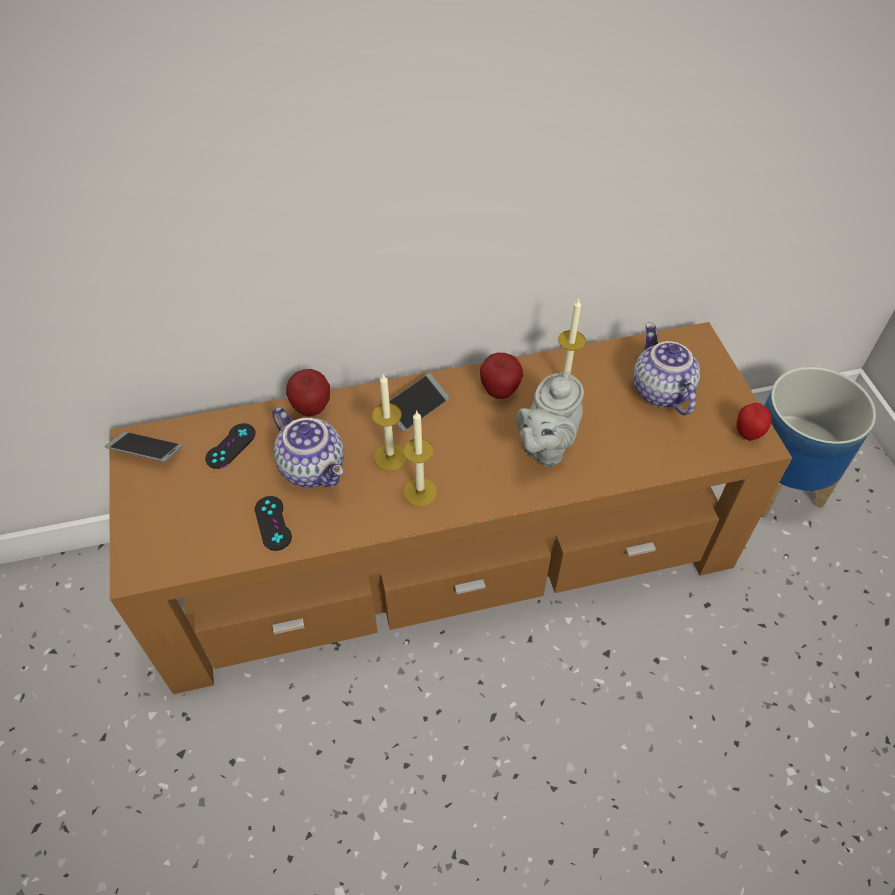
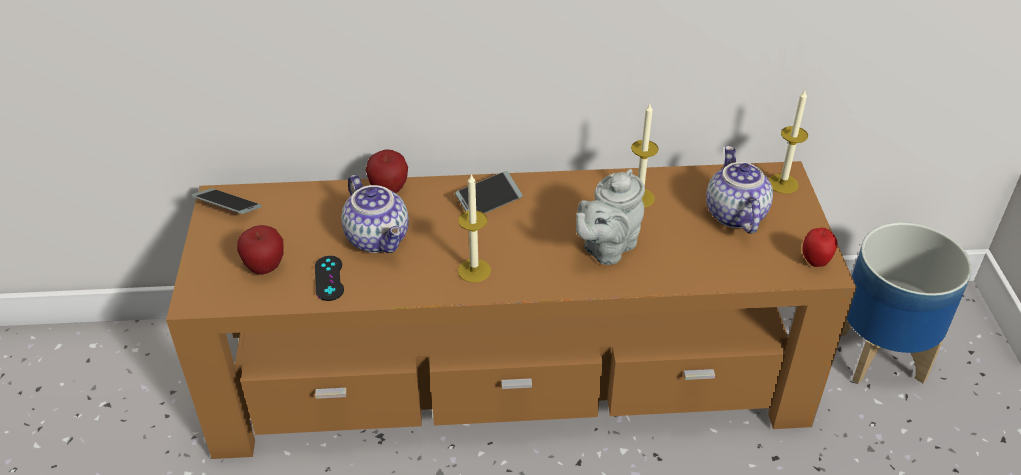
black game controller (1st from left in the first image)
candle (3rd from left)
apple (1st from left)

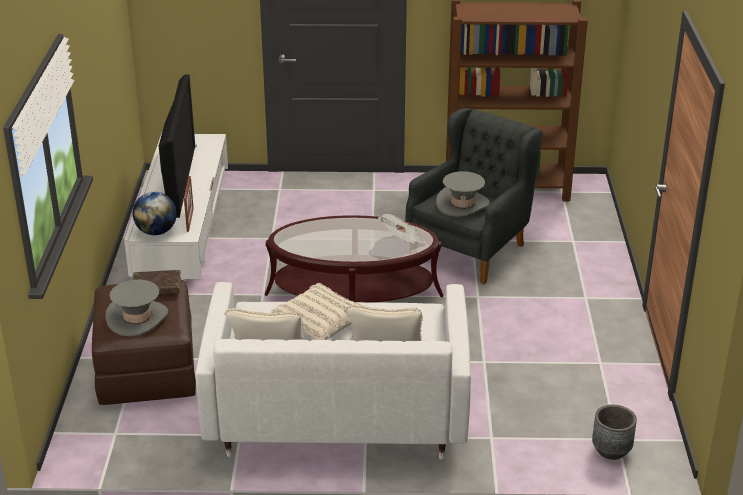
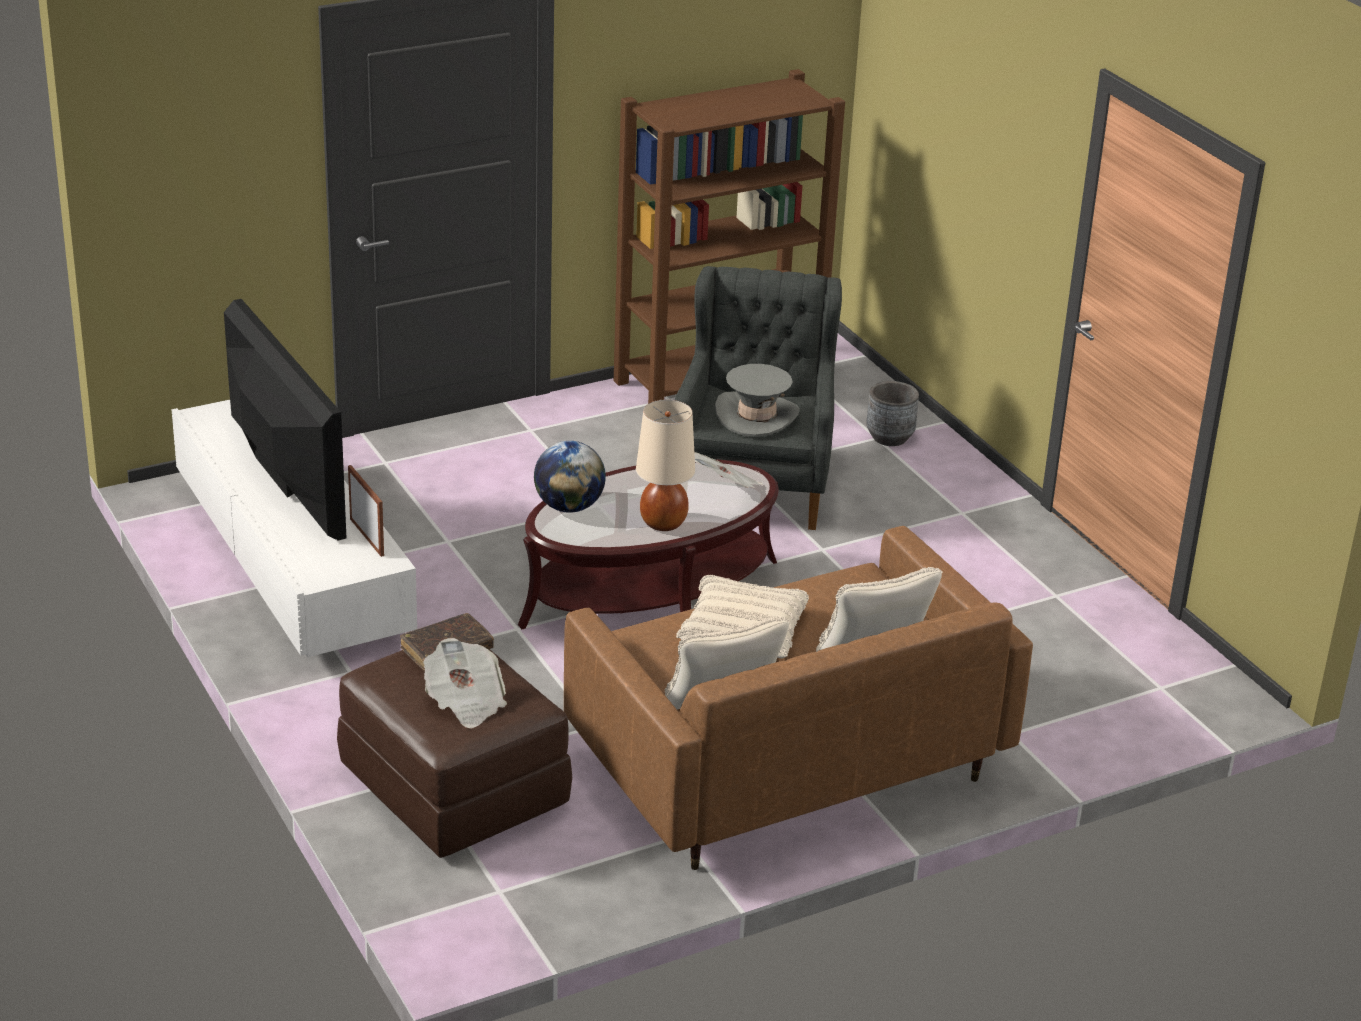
newspaper (1st from left)
globe
brown sofa
grey planter
beige table lamp

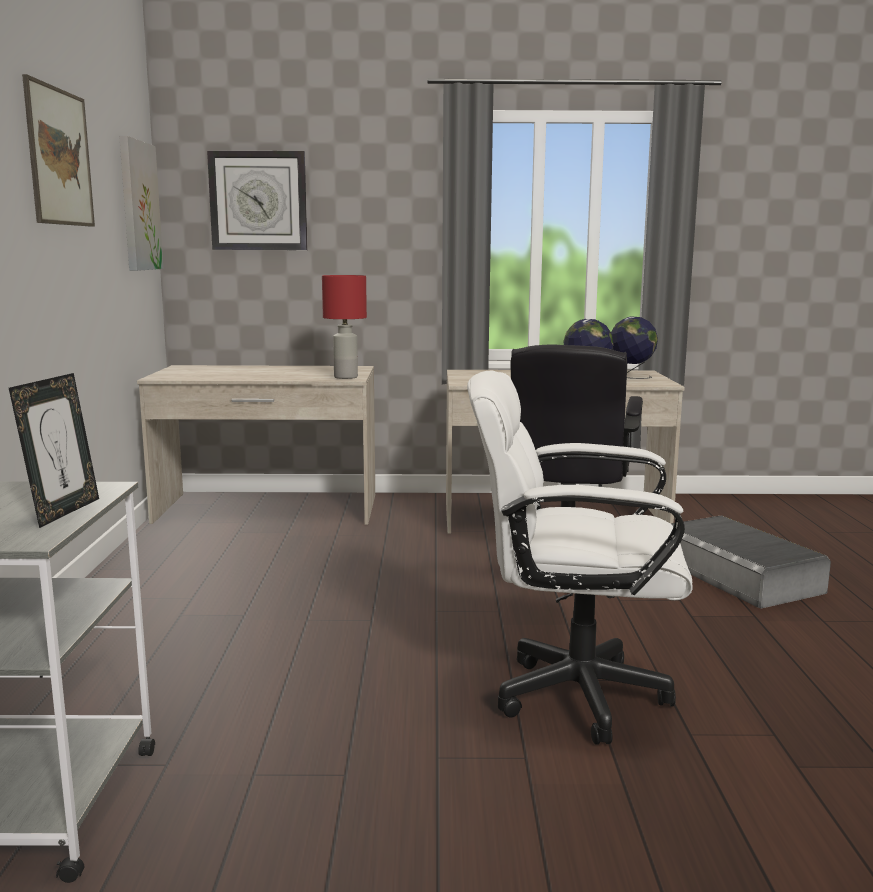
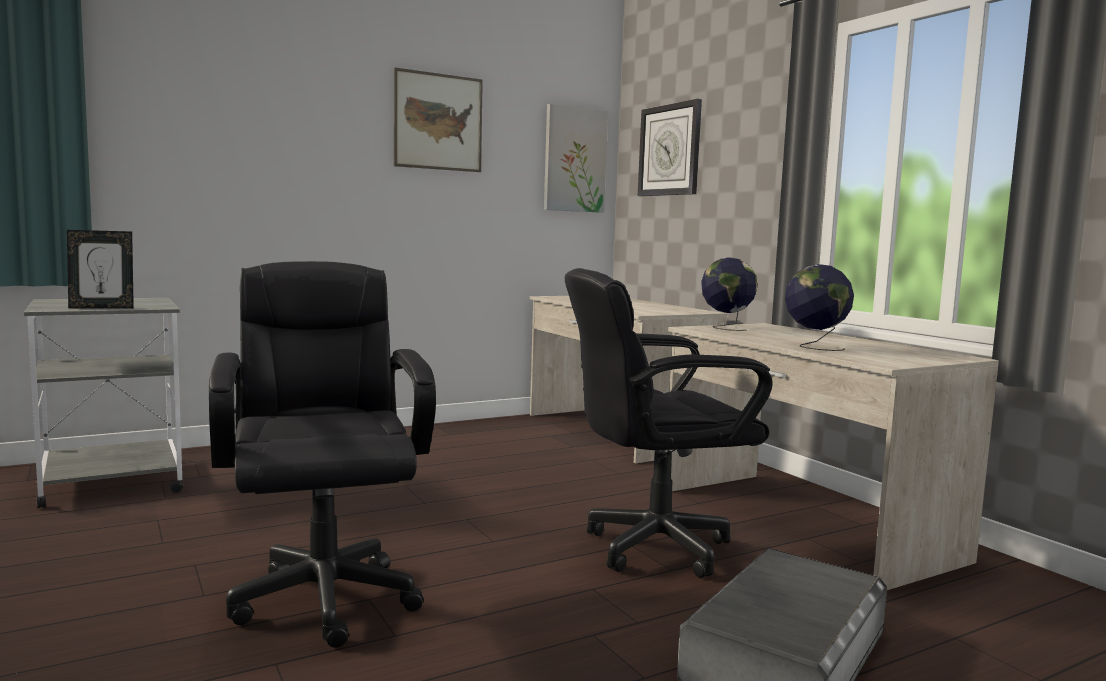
red table lamp
black office chair (1st from left)
globe (1st from left)

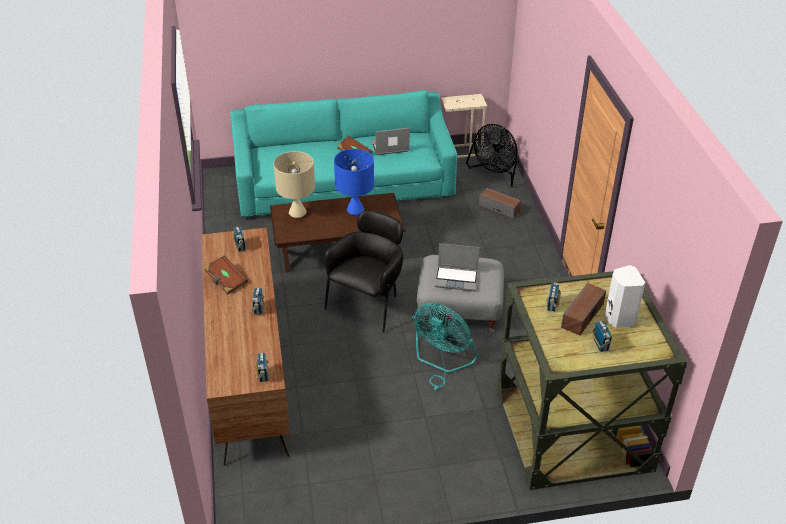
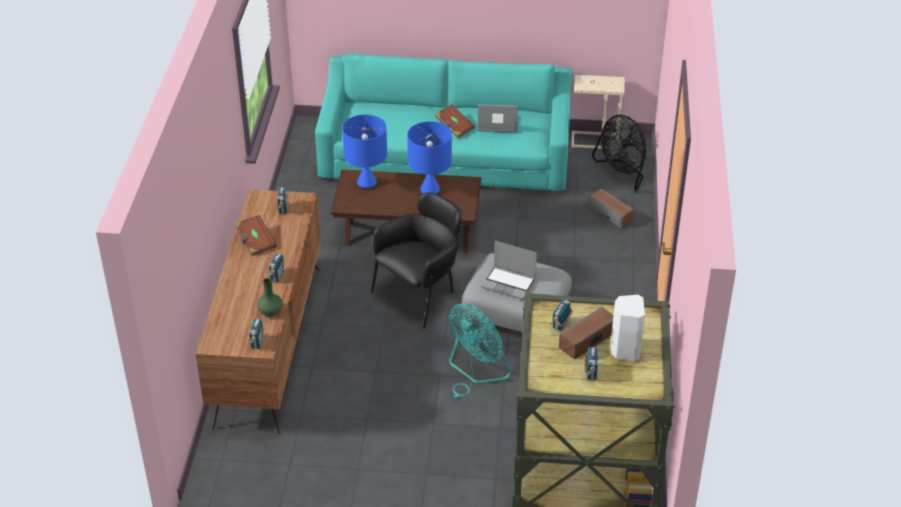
blue table lamp (1st from left)
green vase

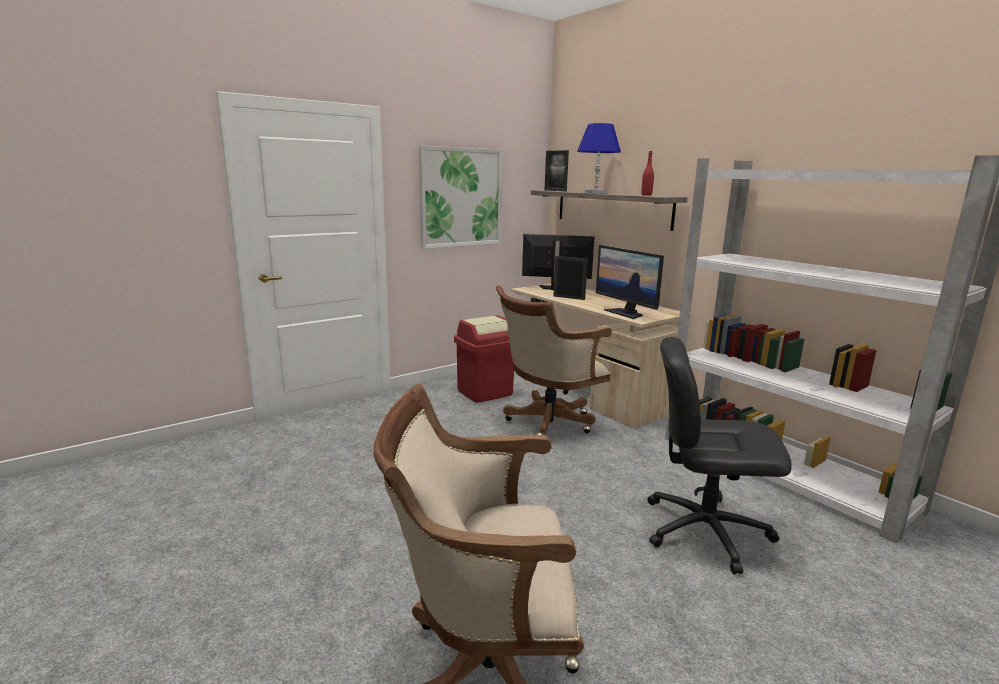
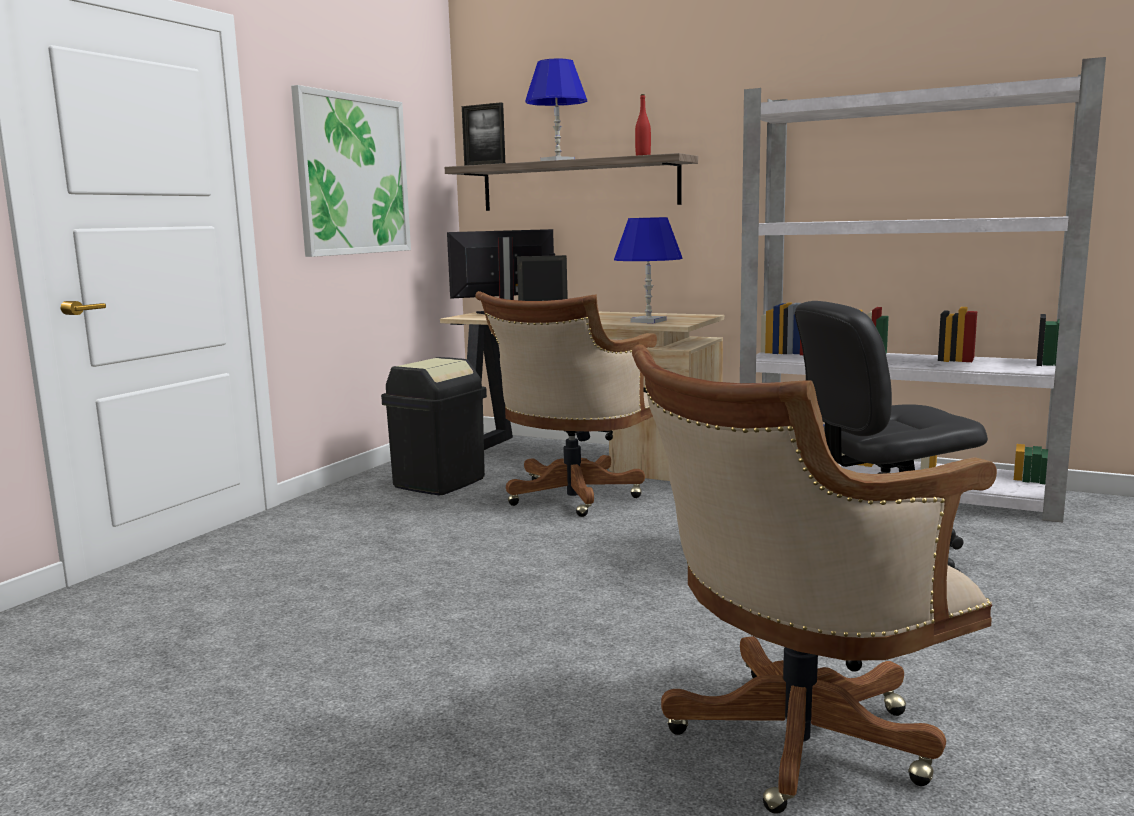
black trash can
blue table lamp (2nd from left)

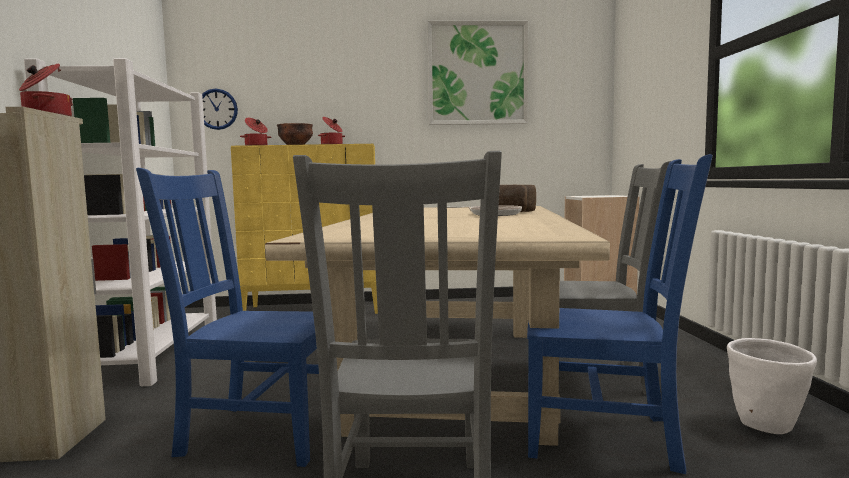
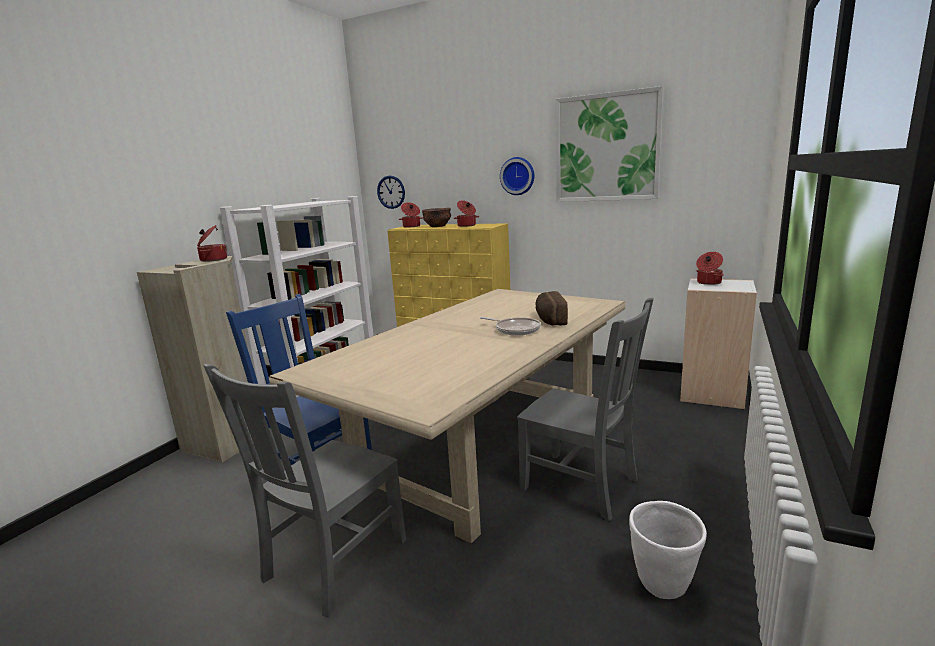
blue chair (2nd from left in the first image)
wall clock (2nd from left)
cooking pot (4th from left)

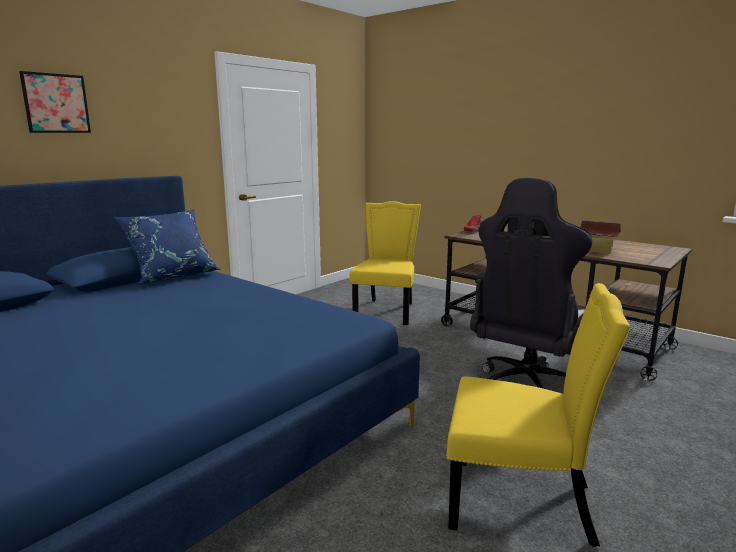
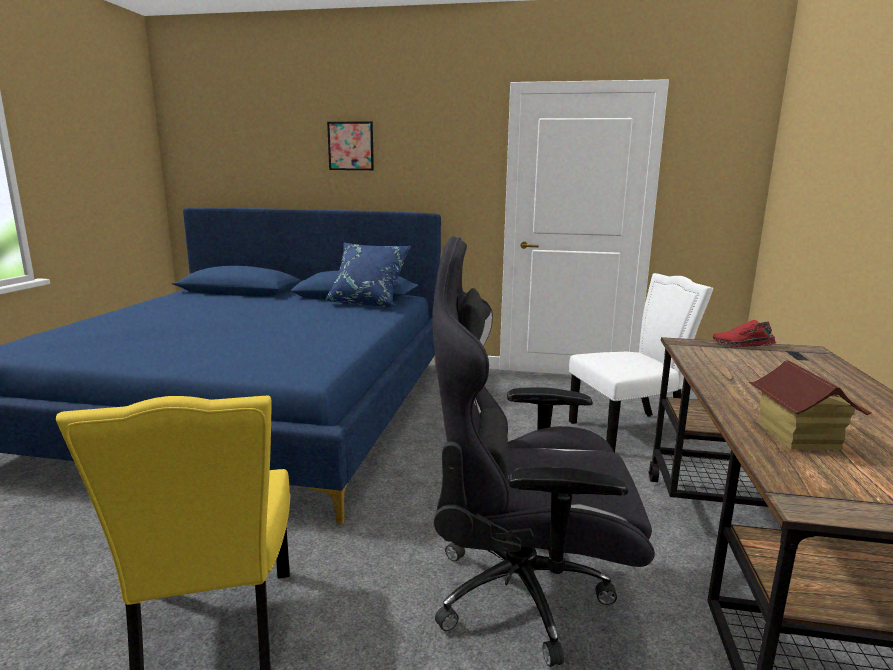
white chair

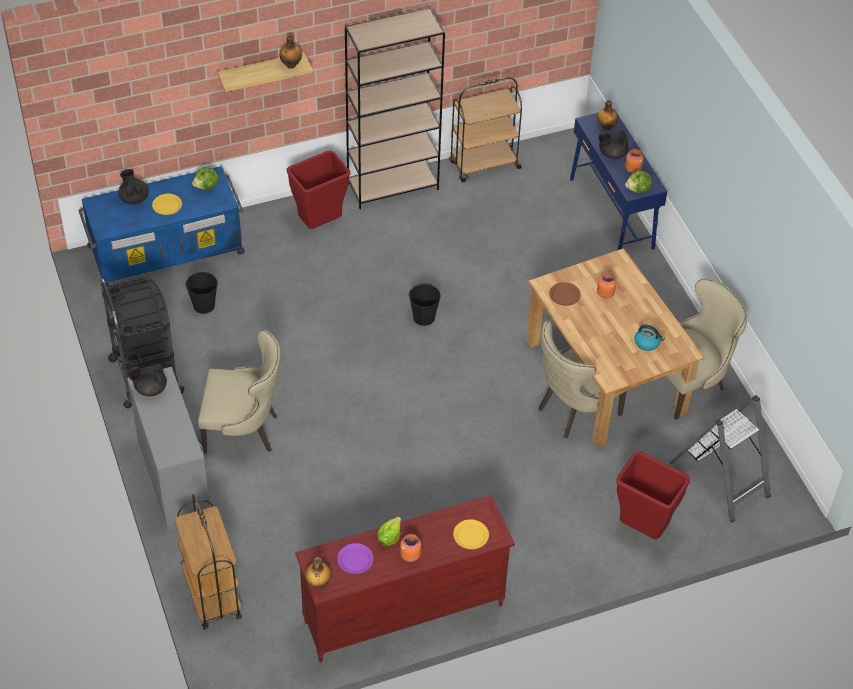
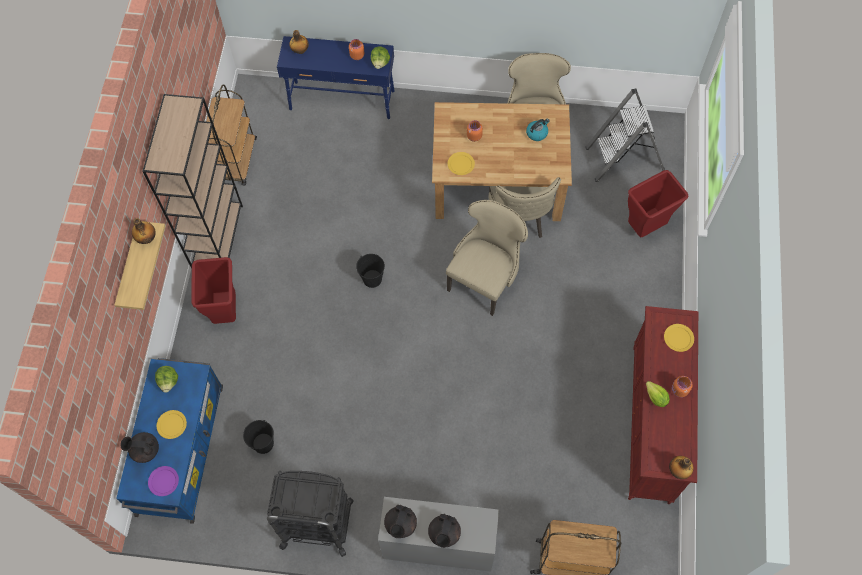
beige chair (1st from left)
purple plate
yellow plate (2nd from left)
black teapot (3rd from left)

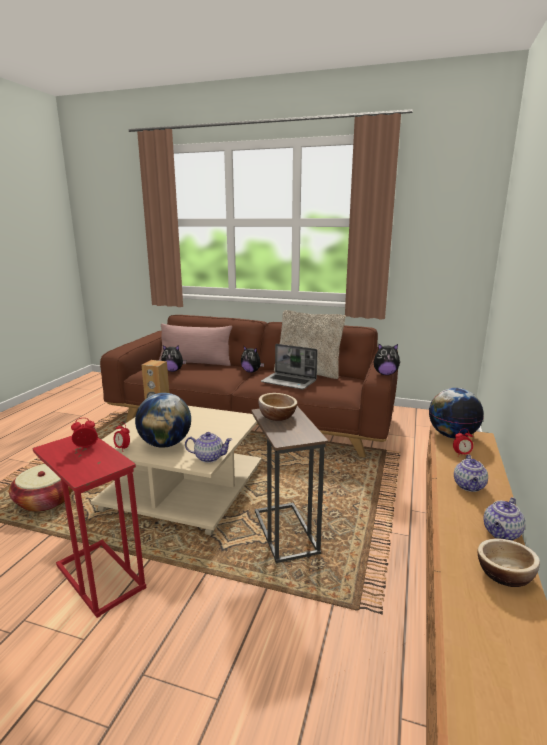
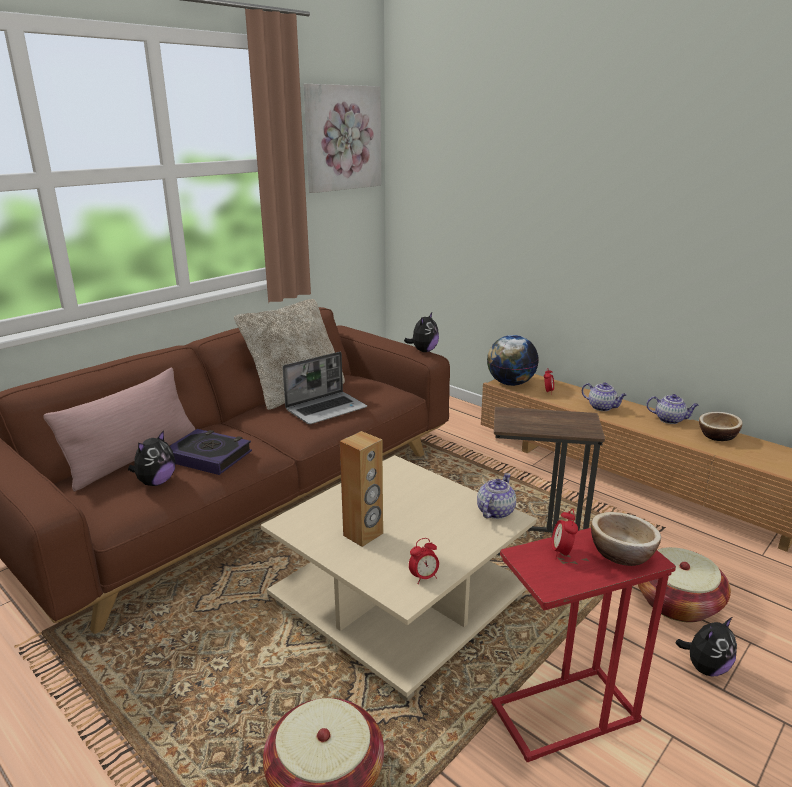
globe (1st from left in the first image)
plush toy (3rd from left)
bowl (1st from left)
teapot (3rd from left)
book
picture
basket (2nd from left)

